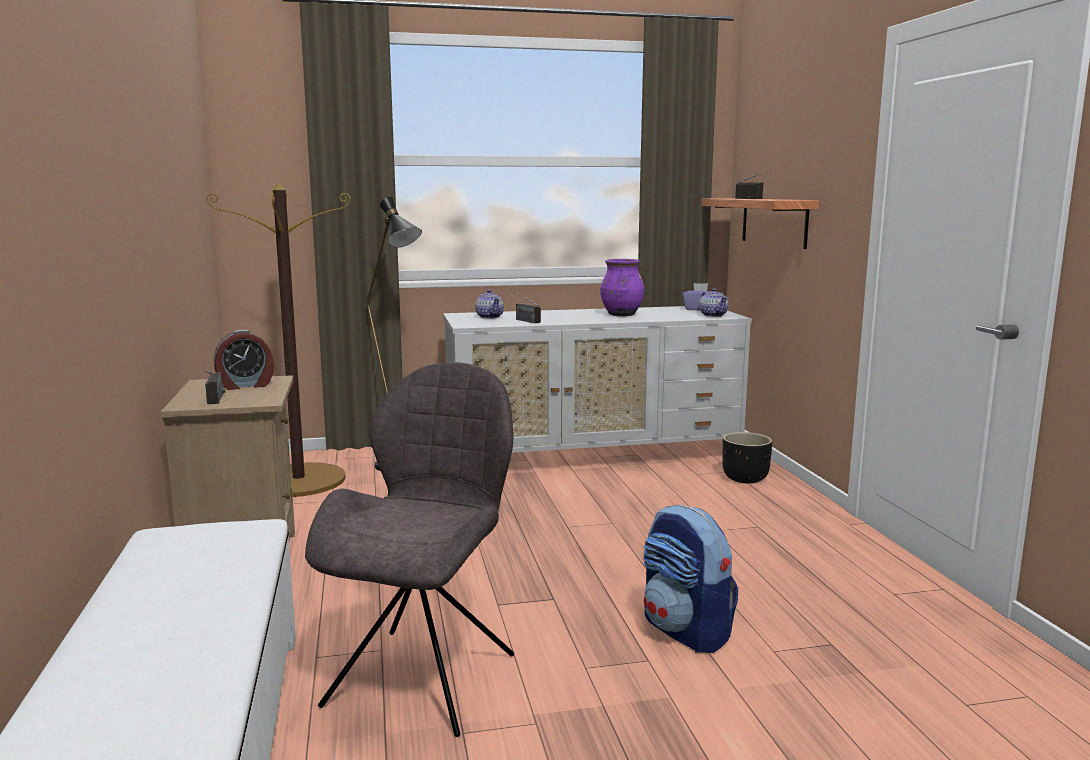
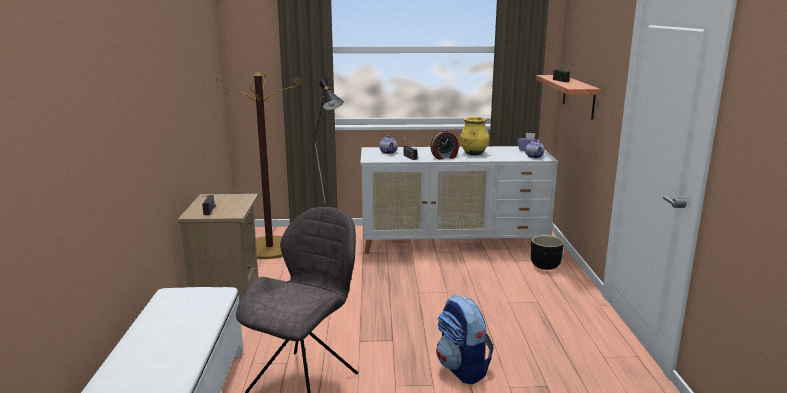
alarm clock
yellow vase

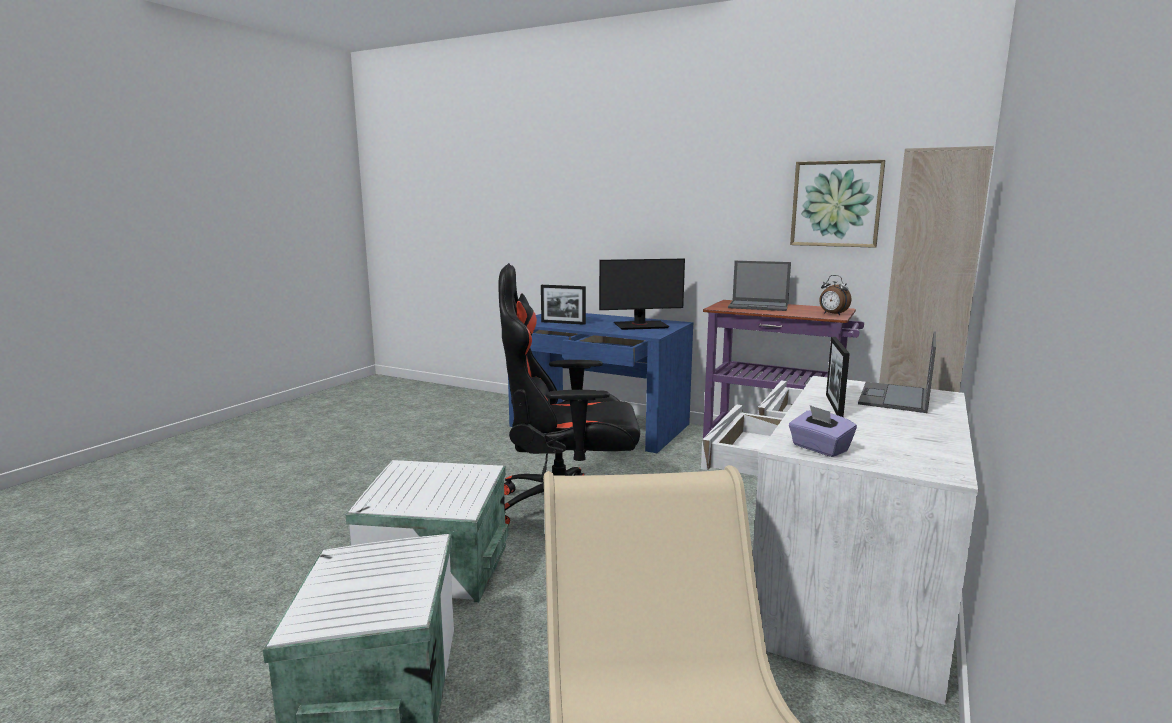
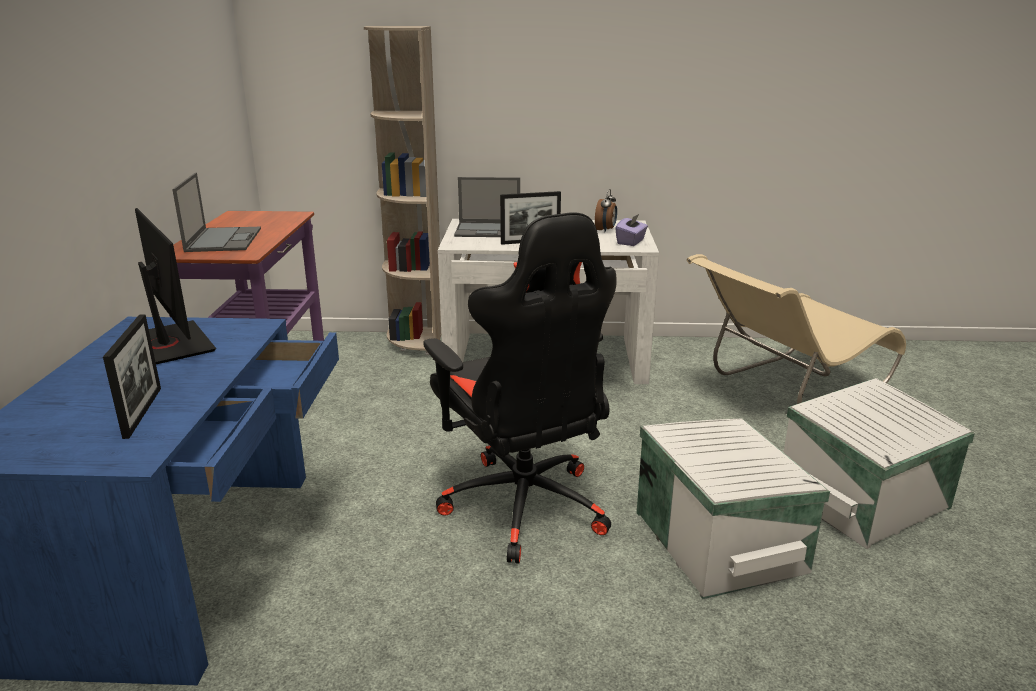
picture
alarm clock

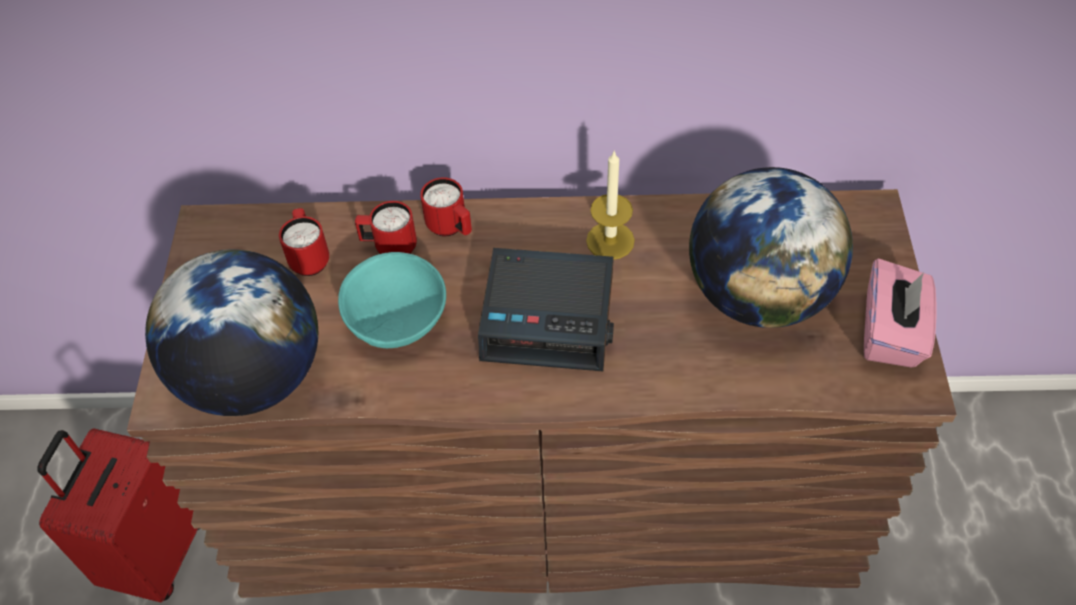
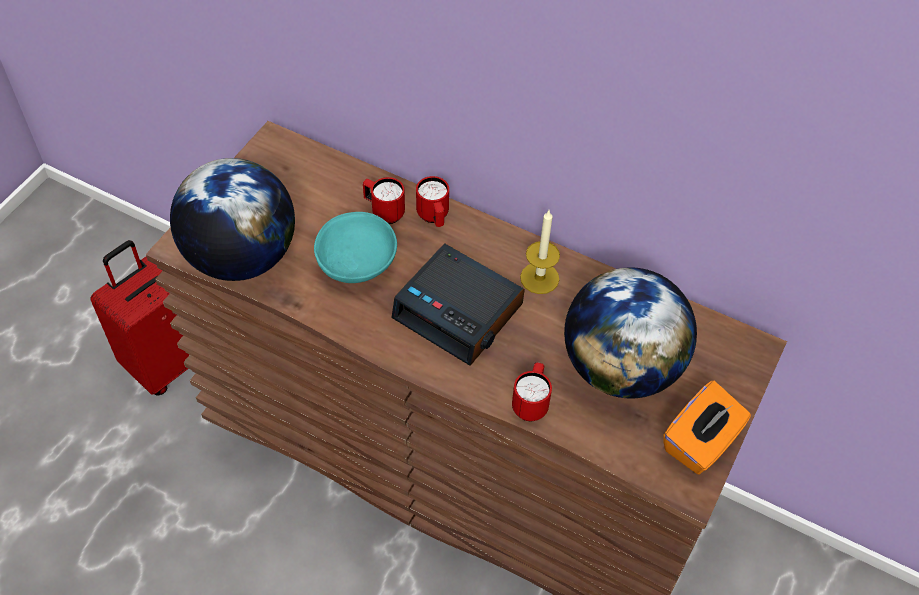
red mug (3rd from left)
orange tissue box

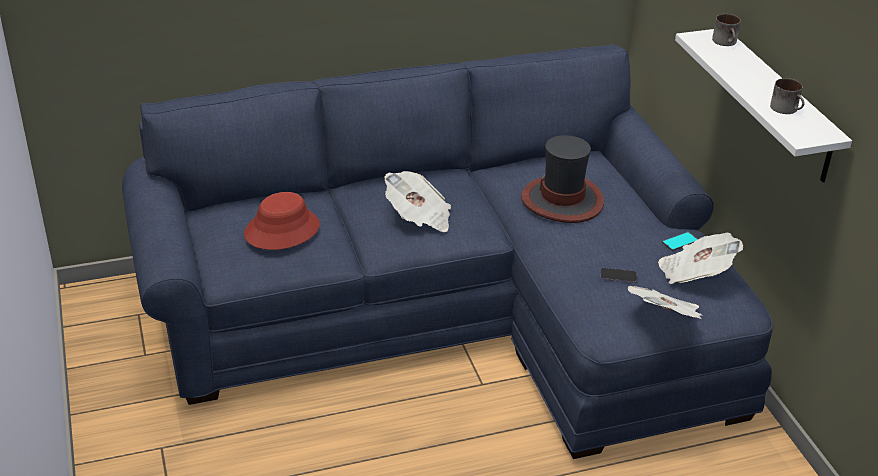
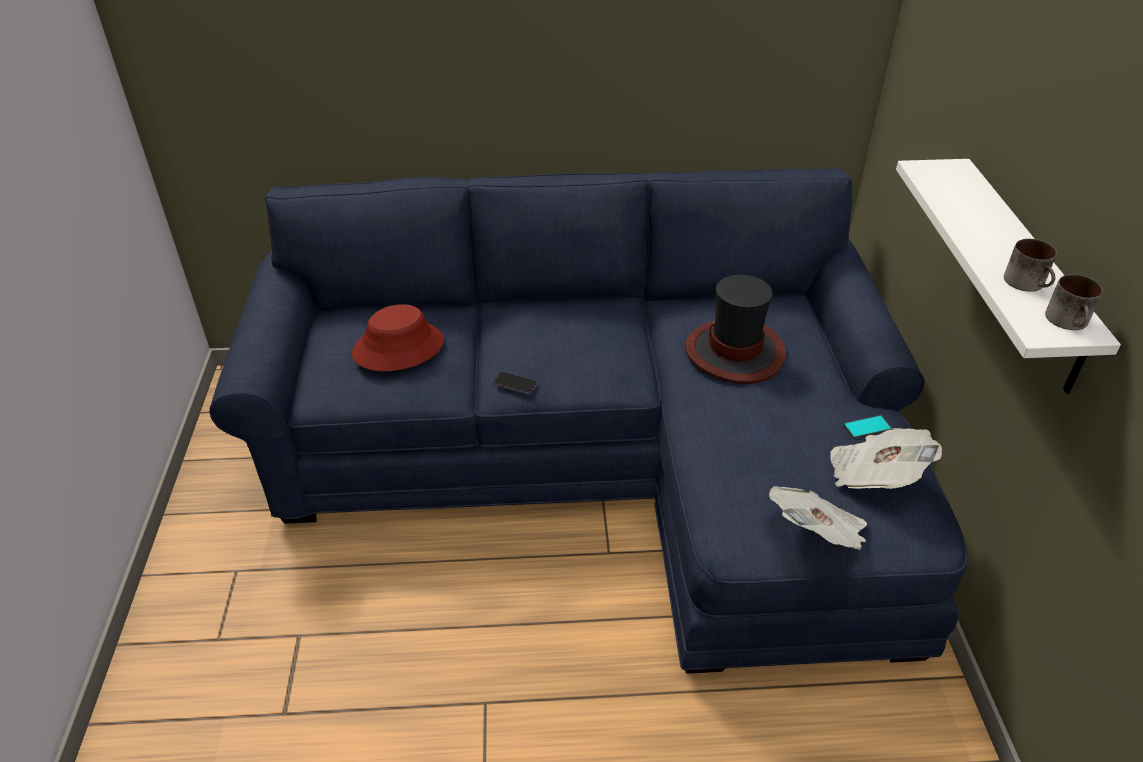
newspaper (1st from left in the first image)
phone (1st from left)
mug (2nd from left)

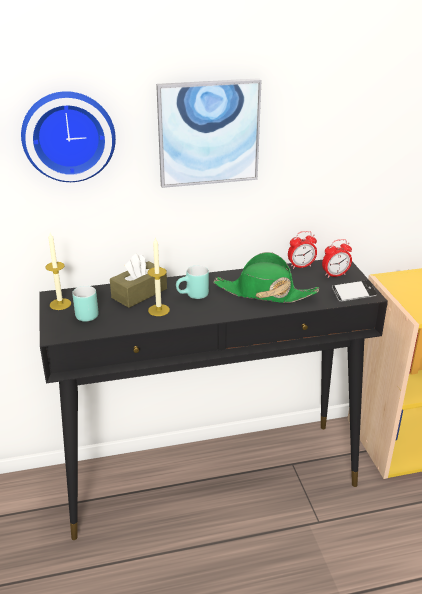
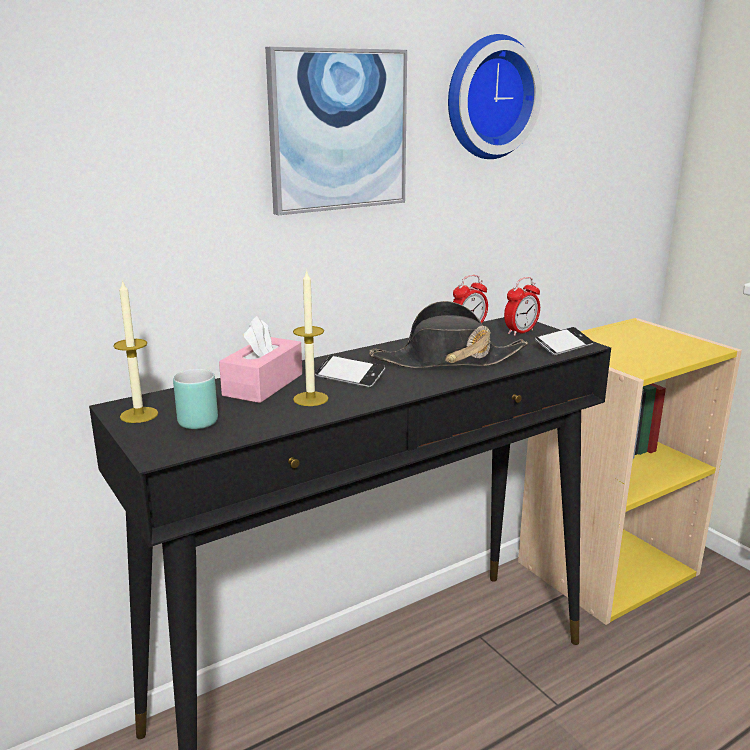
wall clock
pink tissue box
phone (1st from left)
black hat

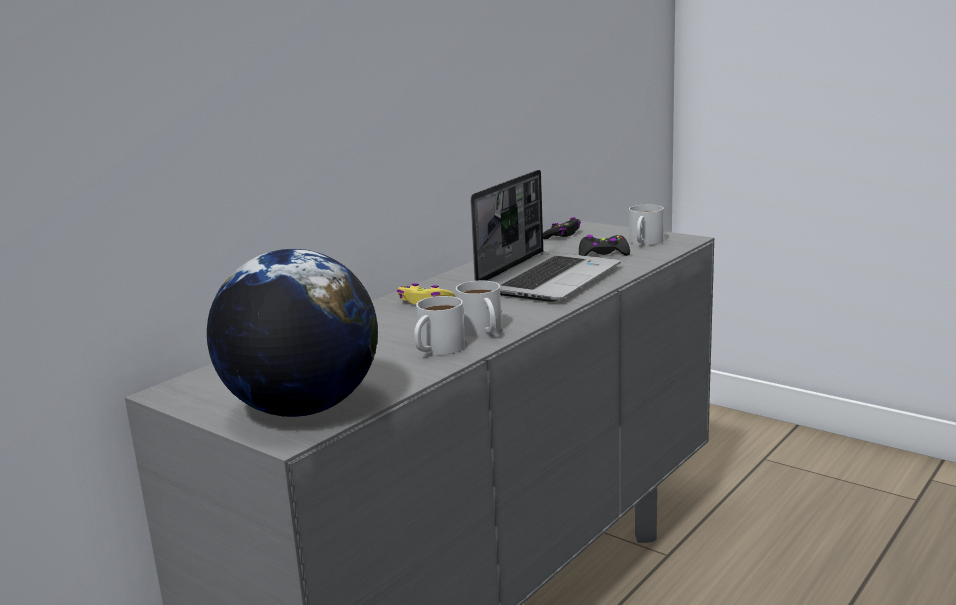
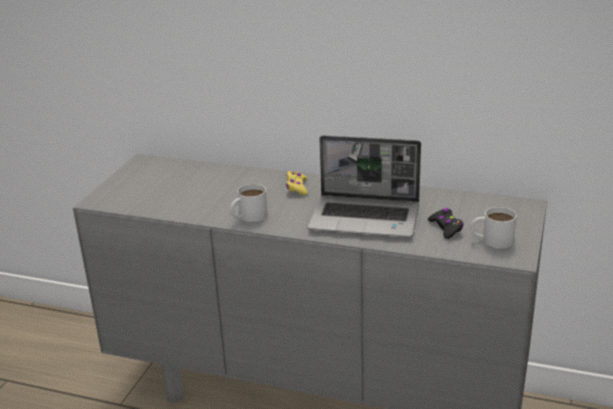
globe
white mug (1st from left in the first image)
black game controller (1st from left in the first image)

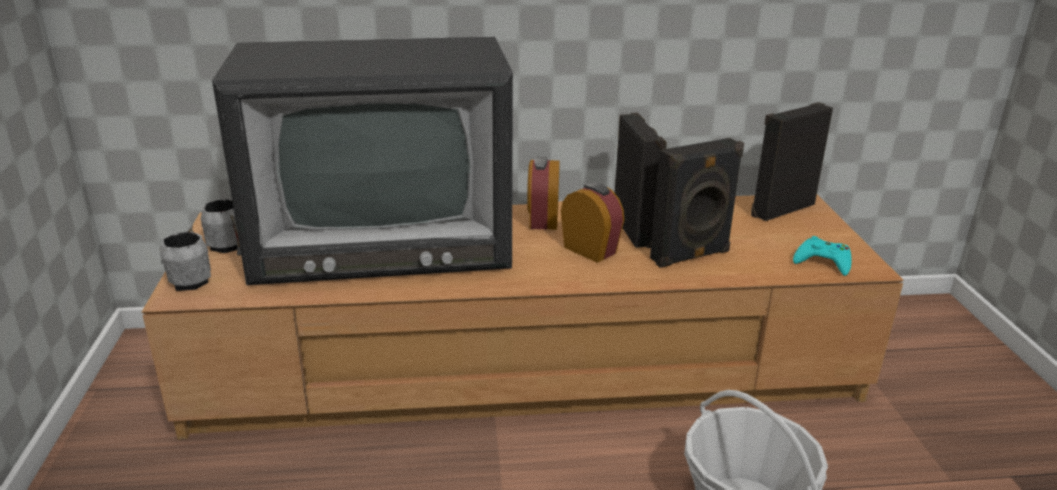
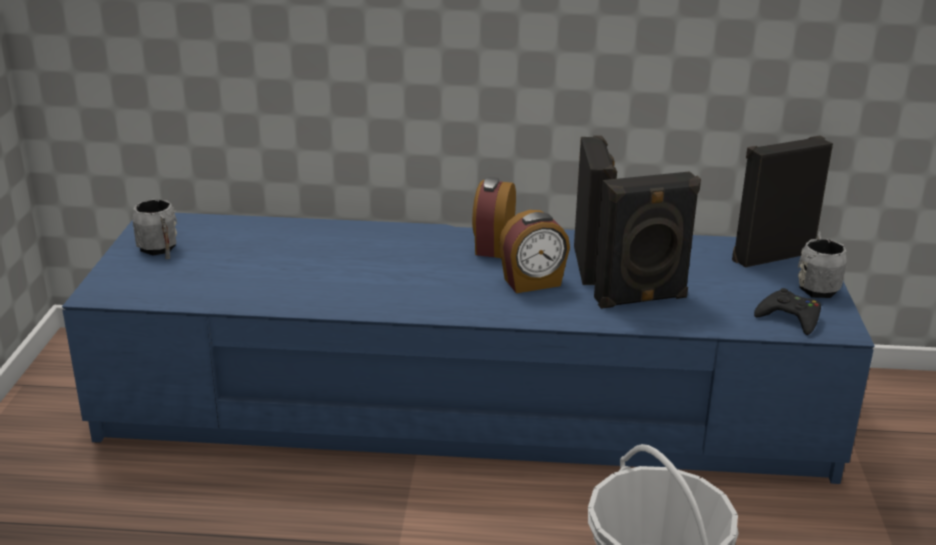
blue tv stand
grey mug (2nd from left)
television
alarm clock (2nd from left)
black game controller

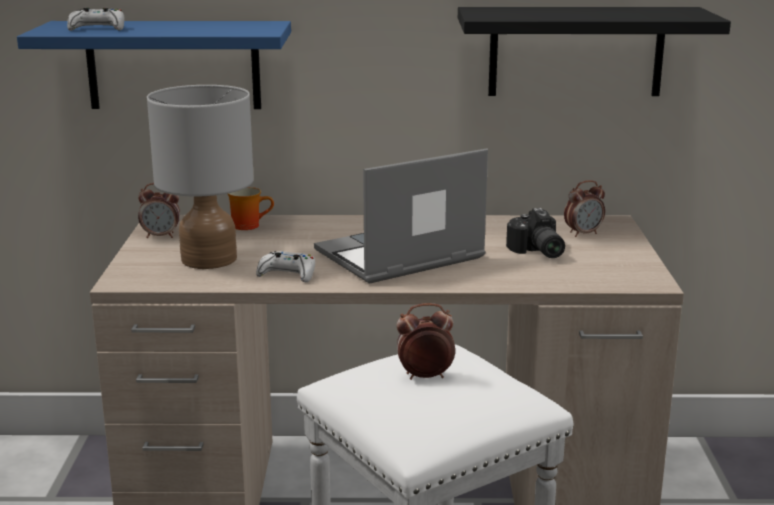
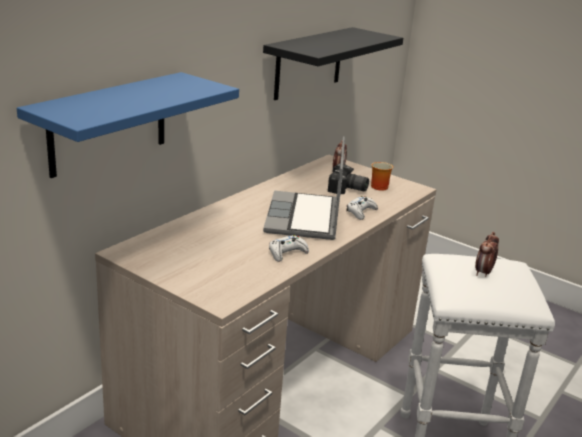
white game controller (2nd from left)
alarm clock (1st from left in the first image)
grey table lamp
mug

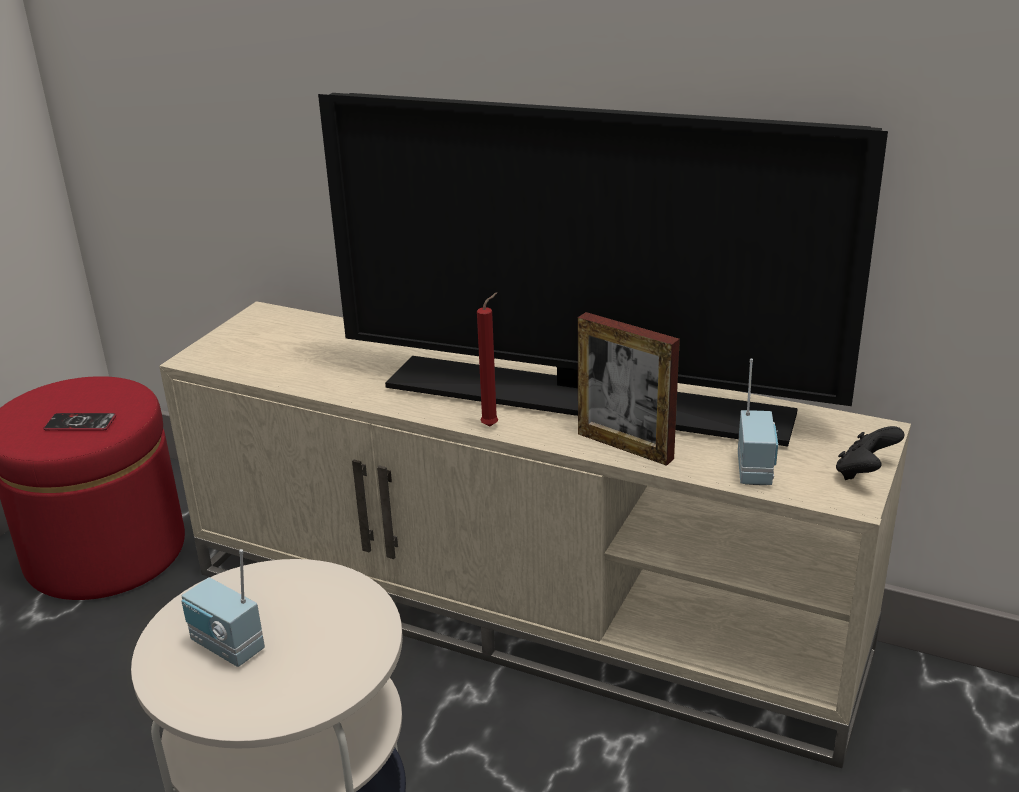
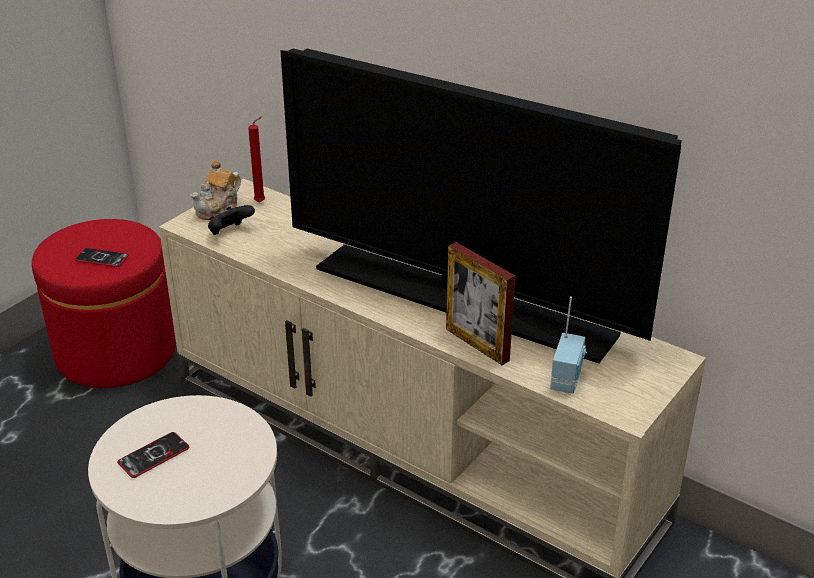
phone (2nd from left)
red candle
black game controller
teapot

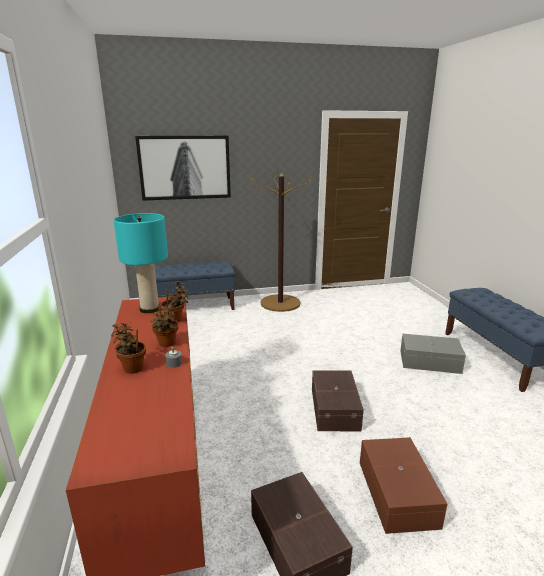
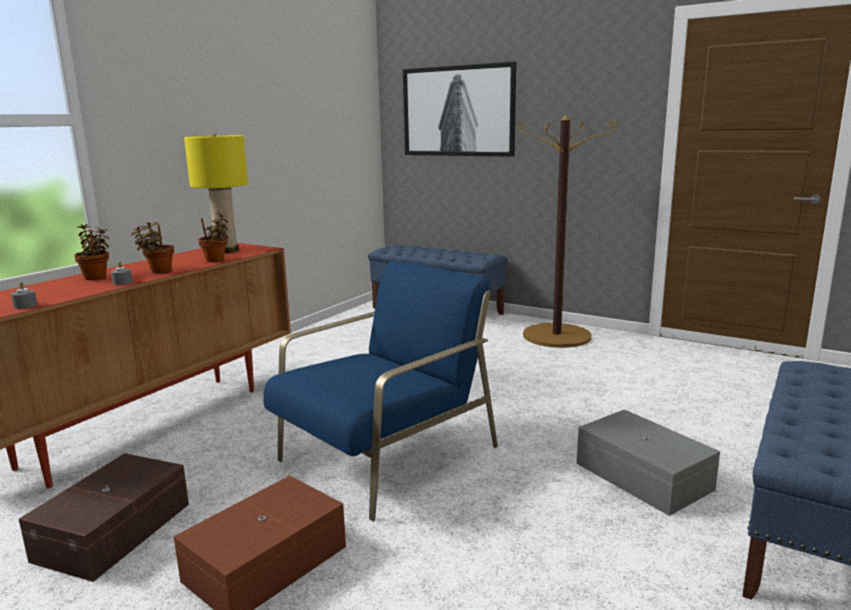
yellow table lamp
blue armchair
grey candle (1st from left)

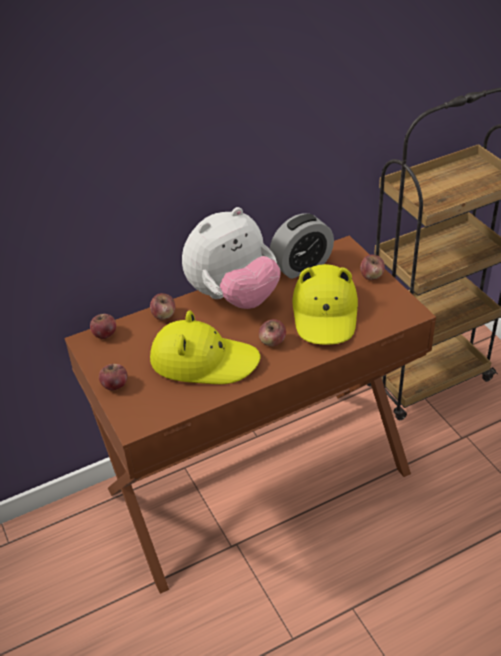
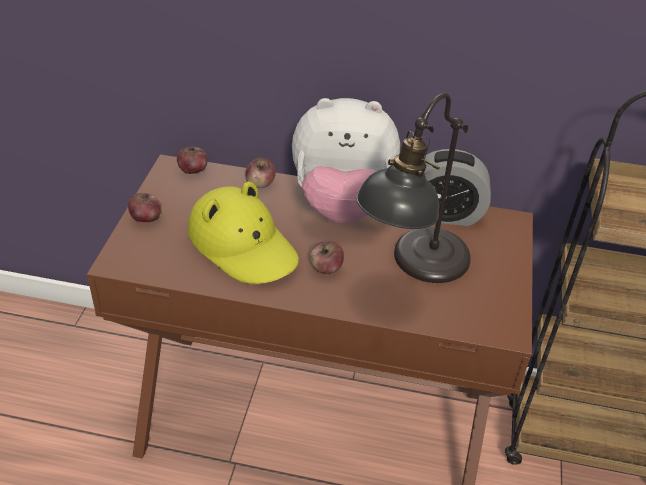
grey table lamp
apple (5th from left in the first image)

